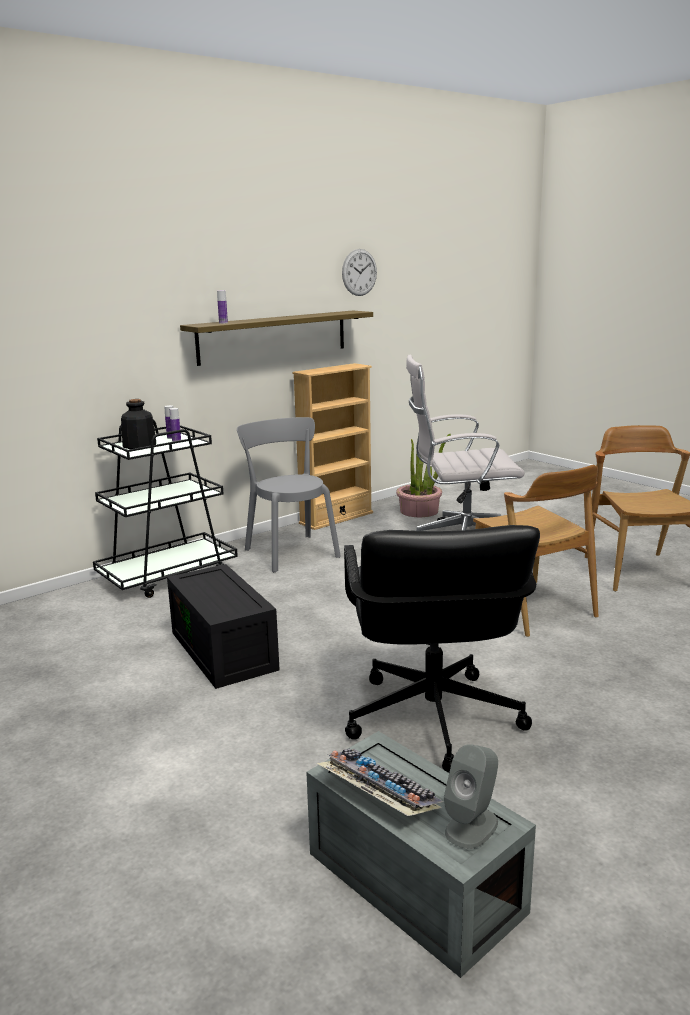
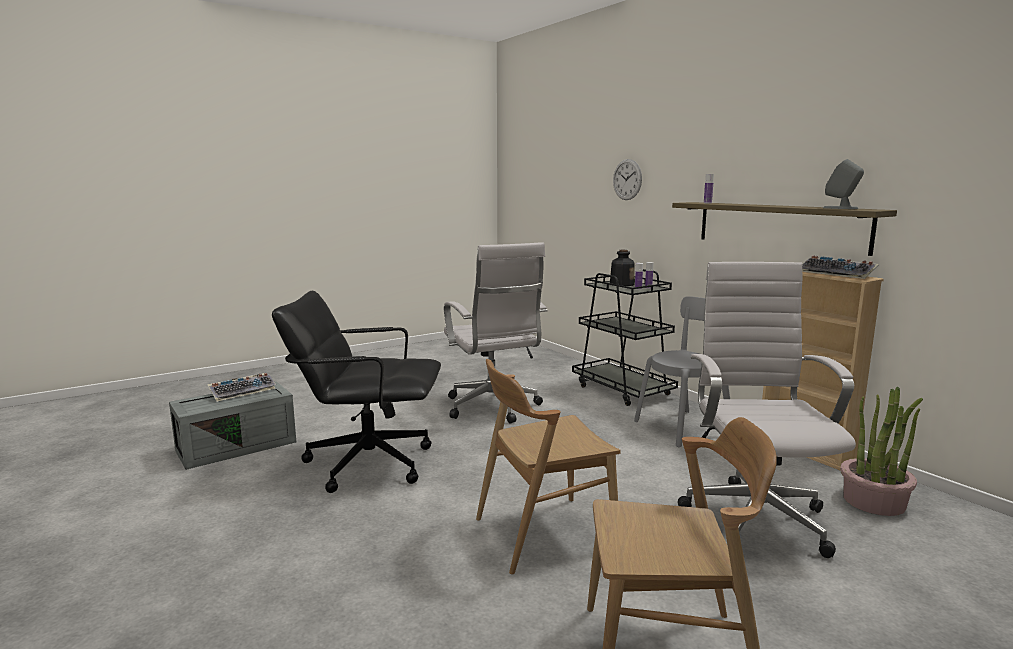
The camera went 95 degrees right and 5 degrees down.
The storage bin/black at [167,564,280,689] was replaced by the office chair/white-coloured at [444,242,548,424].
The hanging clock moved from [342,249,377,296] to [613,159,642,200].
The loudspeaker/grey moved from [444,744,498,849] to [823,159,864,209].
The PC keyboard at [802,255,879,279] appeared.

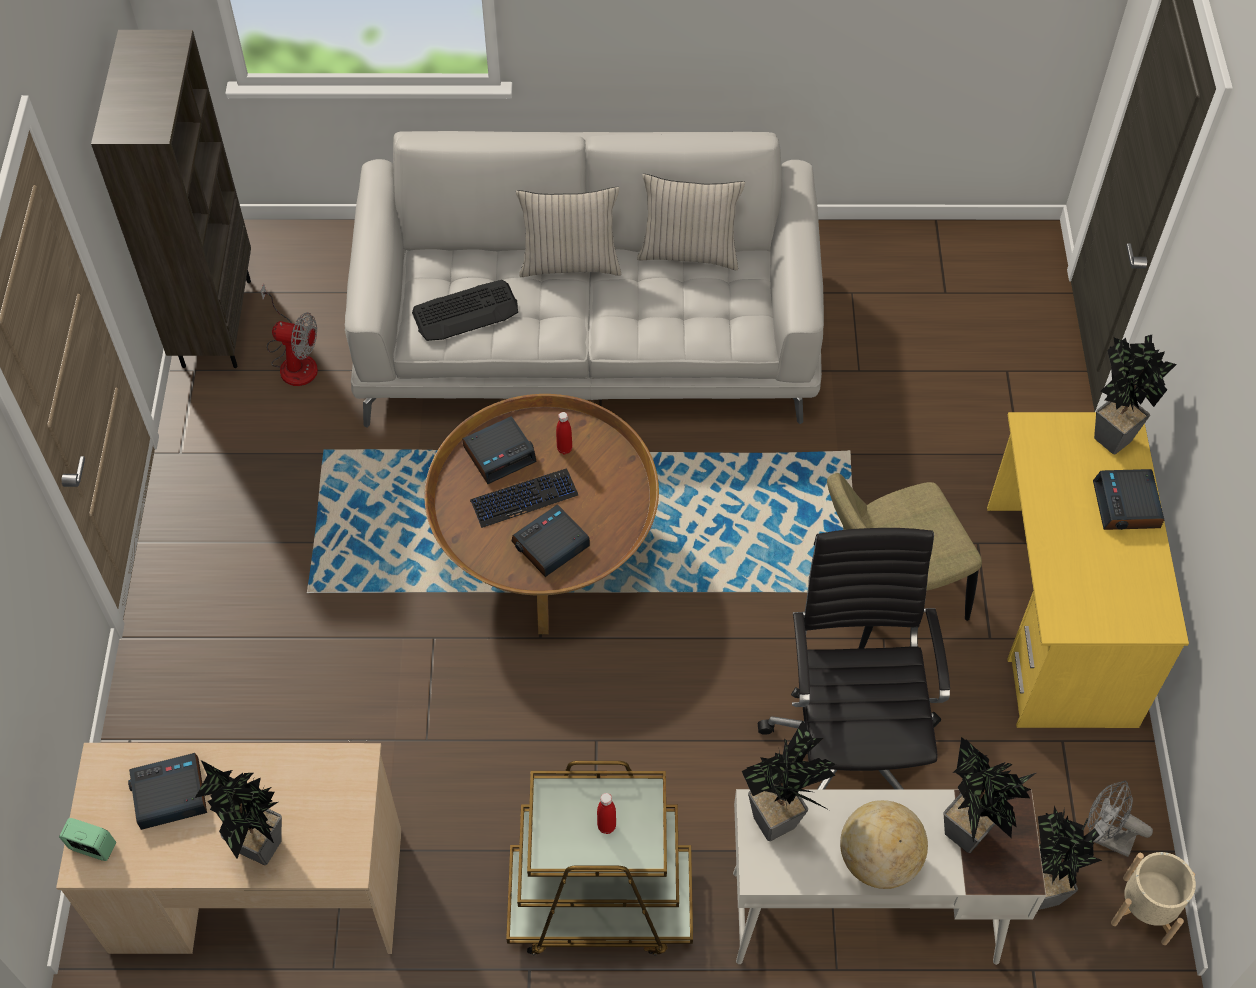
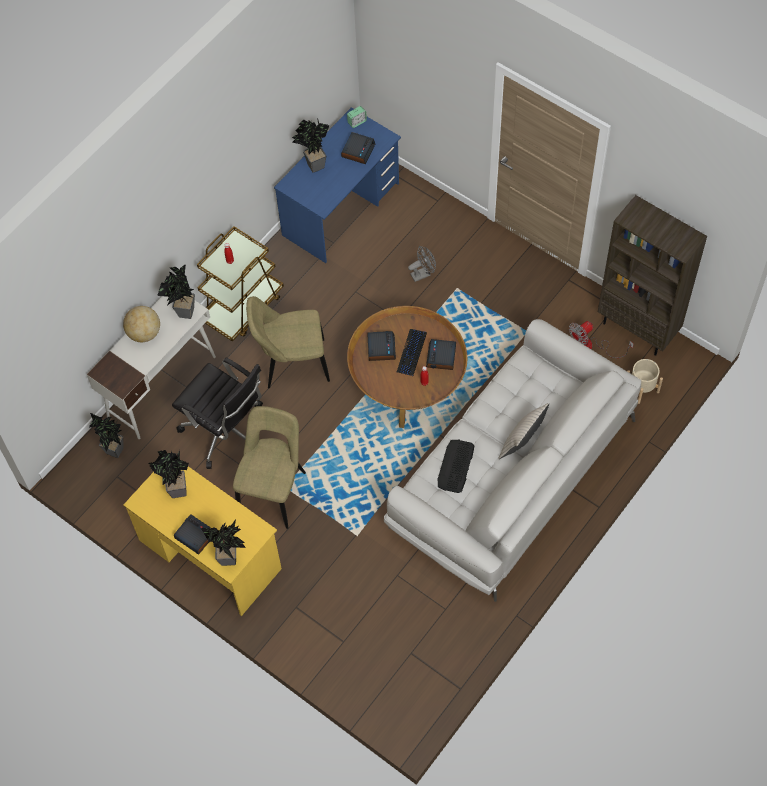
The camera went 130 degrees right and 5 degrees up.
The desk unit/beige-coloured at [56,743,402,954] became the desk unit/blue-coloured at [274,107,401,263].
The PC keyboard moved from [412,280,518,341] to [438,440,475,493].
The cushion/beige-coloured at [637,174,745,270] disappeared.
The potted plant moved from [943,737,1036,853] to [148,450,189,498].
The fan/grey moved from [1088,781,1153,857] to [408,246,436,282].
The plant pot/beige-coloured moved from [1111,852,1196,945] to [627,359,663,404].
The plain chair/beige-coloured at [246,296,330,389] appeared.

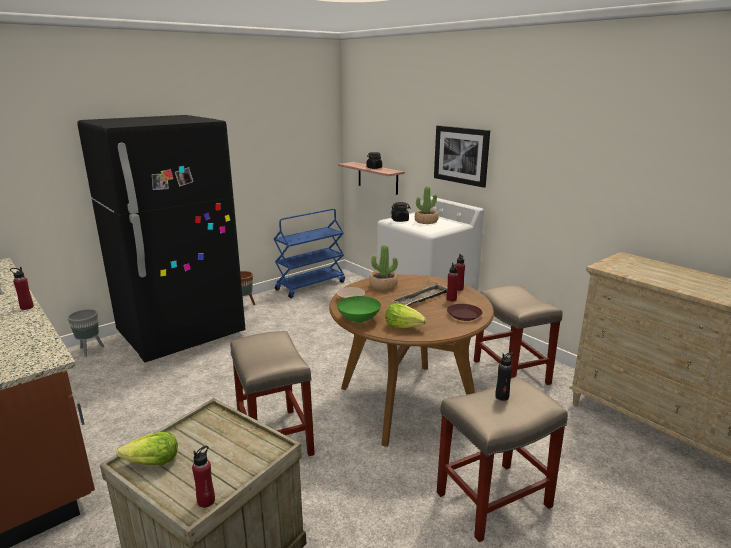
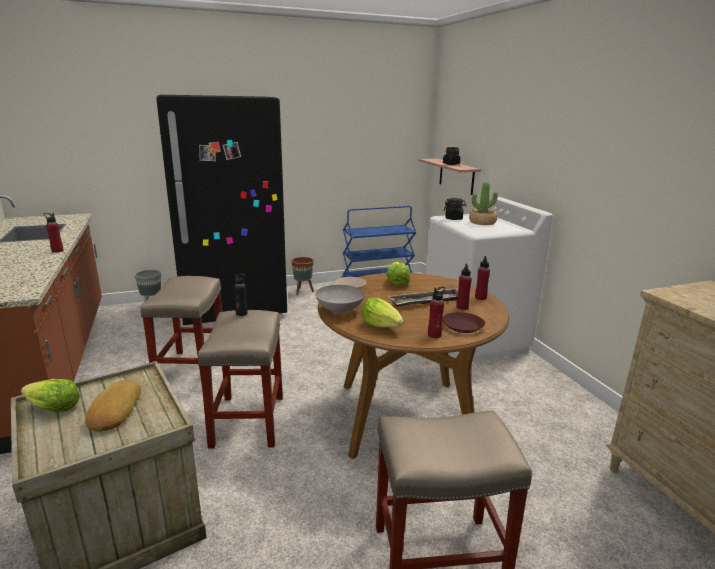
The camera went 20 degrees right and 0 degrees up.
The bottle/reddish moved from [192,446,215,508] to [428,287,445,338].
The deep dish/green-coloured at [337,296,381,323] became the deep dish/grey at [315,285,365,314].
The potted plant at [369,245,398,290] was replaced by the lettuce at [386,262,410,286].
The wall art at [434,125,490,188] disappeared.
The stool seat/beige-coloured moved from [474,285,563,385] to [140,276,222,384].
The bottle/black moved from [495,353,514,401] to [234,273,247,316].
The baked bread at [85,380,141,432] appeared.

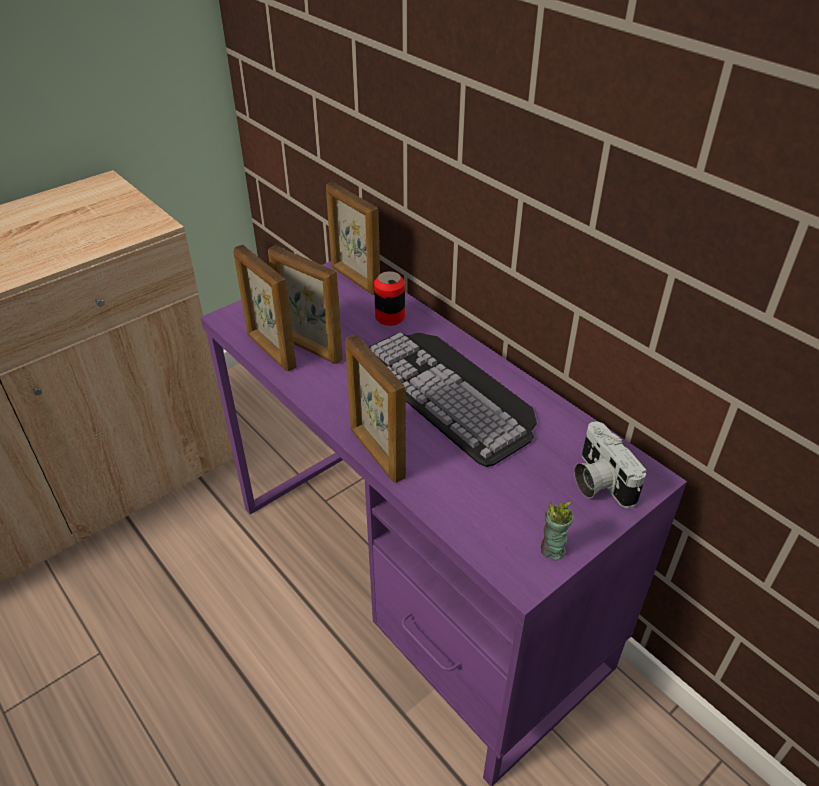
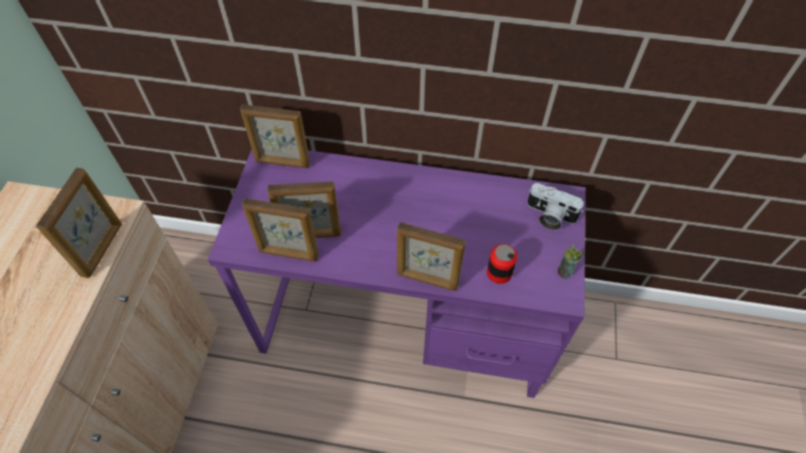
The camera went 40 degrees left and 15 degrees up.
The PC keyboard at [369,332,537,467] disappeared.
The metal can moved from [374,271,405,326] to [487,244,517,284].
The standing frame at [36,168,122,278] appeared.

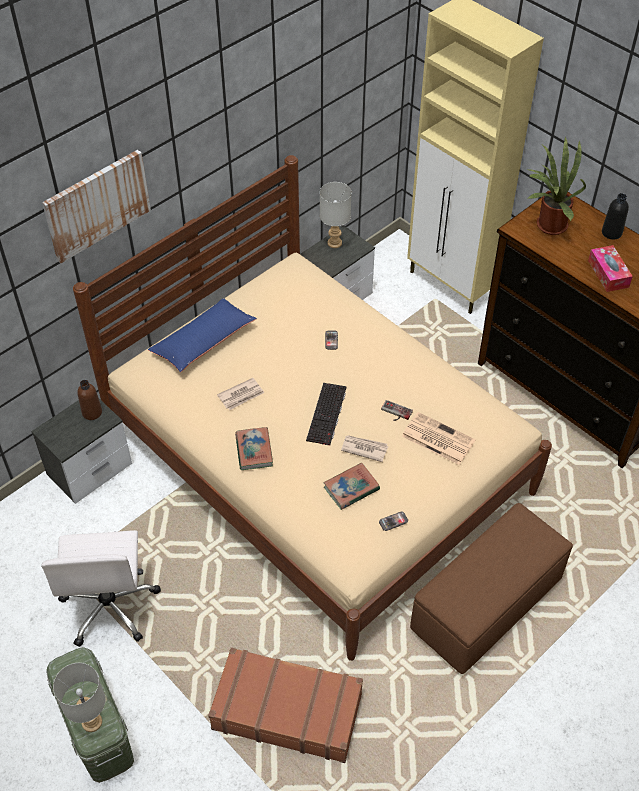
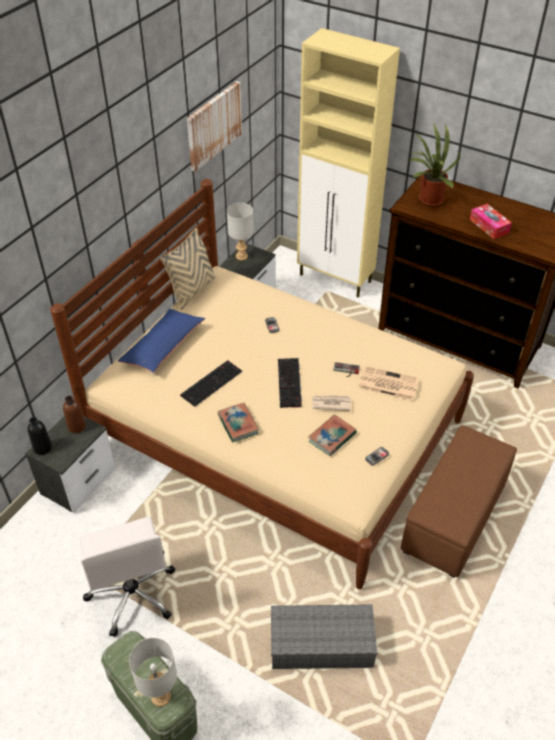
The camera went 15 degrees left and 5 degrees down.
The wall art moved from [42,150,151,263] to [187,81,242,172].
The travel case/brownish at [208,647,363,763] was replaced by the storage bin/grey at [271,604,378,669].
The printed paper at [217,378,265,410] was replaced by the PC keyboard at [180,360,242,407].
The bottle/black moved from [602,193,629,240] to [27,417,52,455].
The cushion/beige-coloured at [160,228,216,310] appeared.

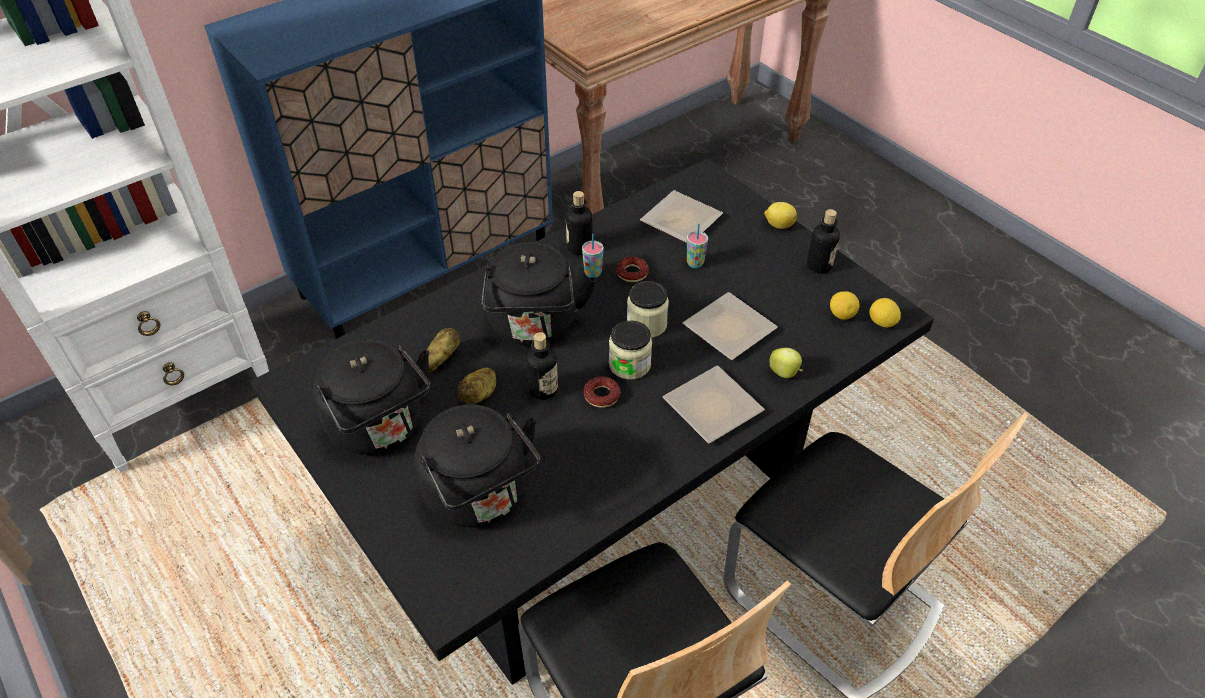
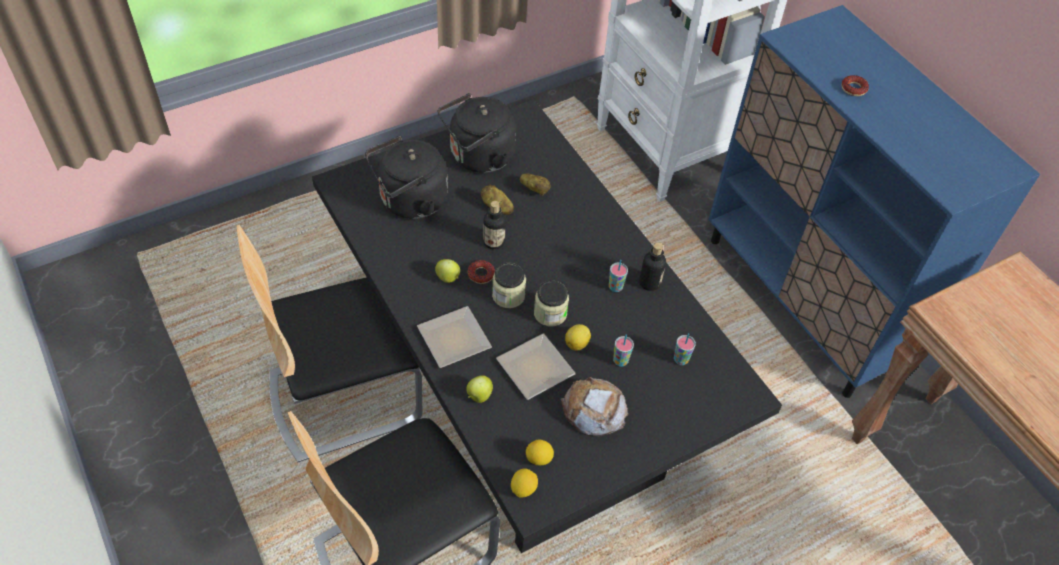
The camera went 95 degrees right and 5 degrees up.
The kettle/black at [482,242,596,346] disappeared.
The doughnut moved from [616,256,649,282] to [842,75,869,96].
The dinner plate at [640,190,723,243] was replaced by the small cup at [674,333,696,365].
The citrus fruit moved from [764,202,797,229] to [565,324,591,351].
The bottle at [807,209,840,274] disappeared.
The whole apple at [435,259,460,283] appeared.
The baked bread at [561,377,628,437] appeared.

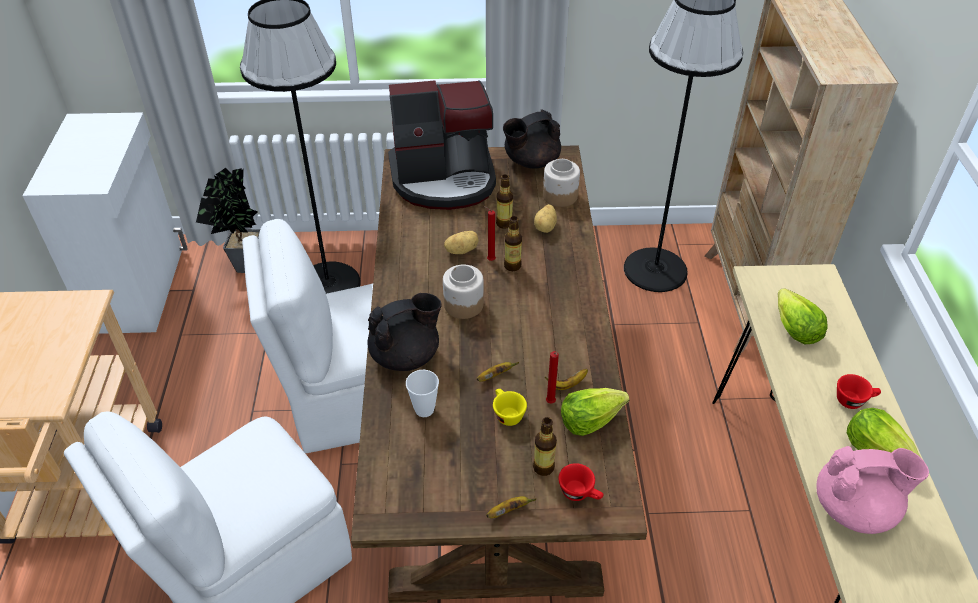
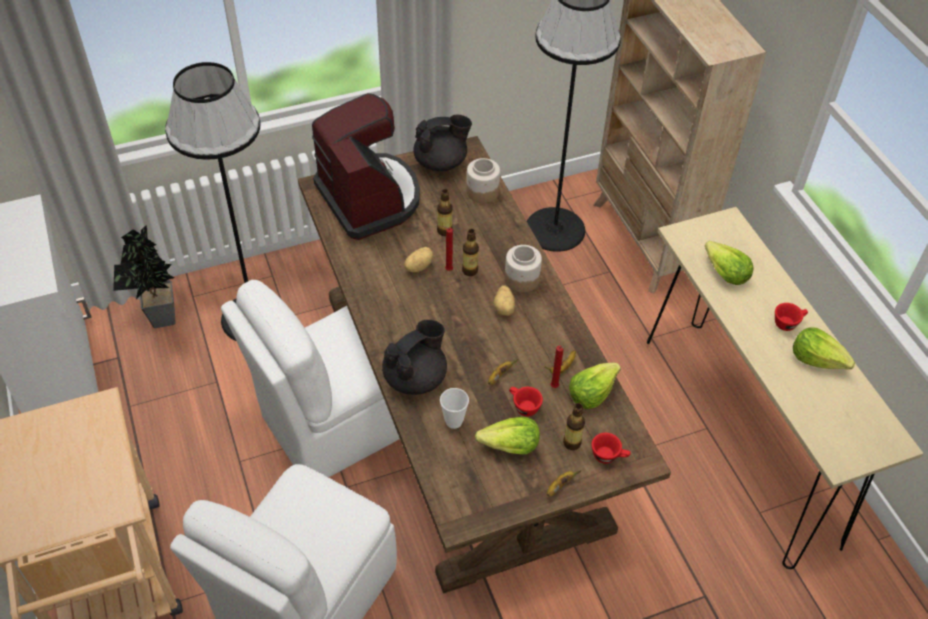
The camera went 20 degrees left and 5 degrees up.
The coffee brewer at [388,80,496,210] turned 90 degrees counterclockwise.
The preserve jar moved from [443,264,484,319] to [505,245,542,293].
The small cup/yellowish at [493,389,527,426] became the small cup/reddish at [509,387,543,416].
The tea pot/black at [503,109,561,169] turned 150 degrees counterclockwise.
The whole potato moved from [534,204,557,233] to [494,285,515,316].
The tea pot/pink-coloured at [817,446,929,534] disappeared.
The lettuce at [475,417,540,454] appeared.

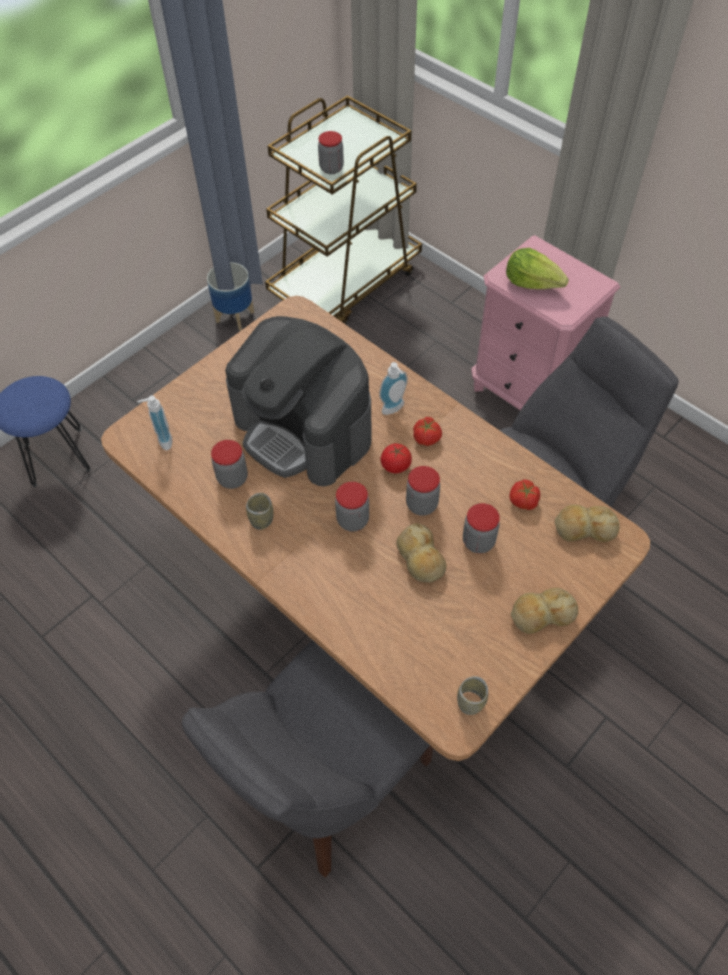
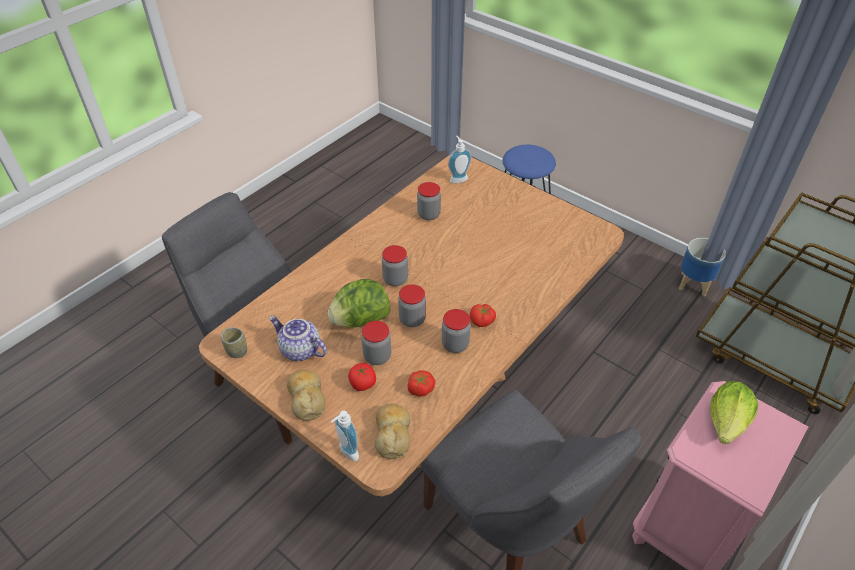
The camera went 85 degrees right and 10 degrees down.
The coffee brewer at [225,316,372,486] disappeared.
The small cup at [246,493,274,530] disappeared.
The preserve jar moved from [318,131,344,174] to [442,309,471,353].
The liquid soap bottle moved from [379,362,408,415] to [331,411,359,461].
The whole tomato moved from [380,443,412,473] to [348,363,376,391].
The baked bread at [397,523,446,582] was replaced by the lettuce at [328,279,391,328].
The tea pot at [269,316,327,361] appeared.

